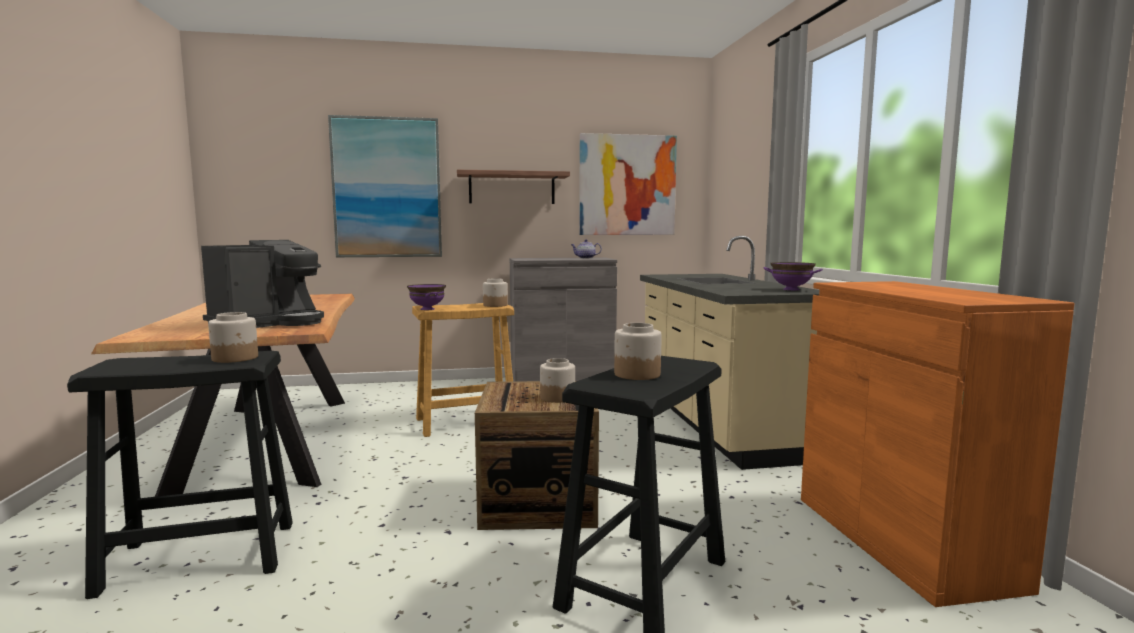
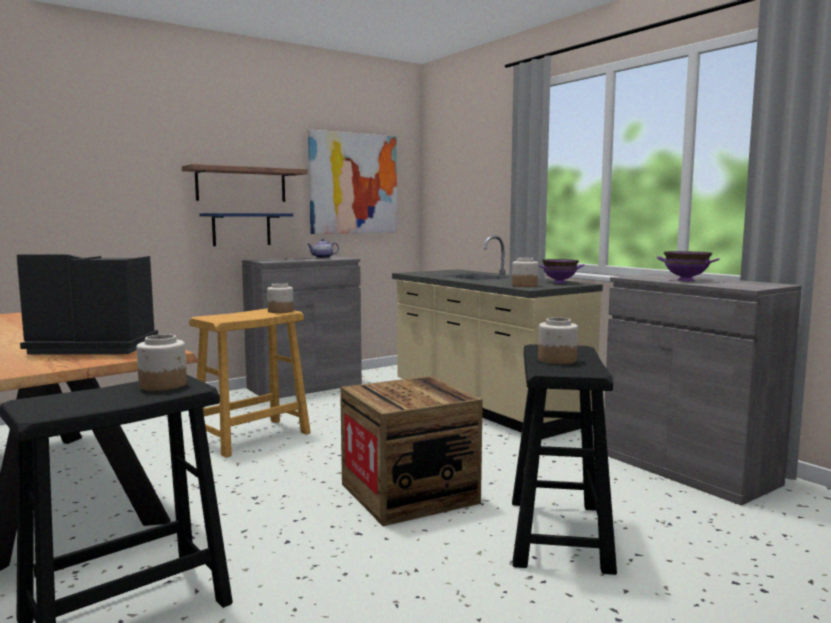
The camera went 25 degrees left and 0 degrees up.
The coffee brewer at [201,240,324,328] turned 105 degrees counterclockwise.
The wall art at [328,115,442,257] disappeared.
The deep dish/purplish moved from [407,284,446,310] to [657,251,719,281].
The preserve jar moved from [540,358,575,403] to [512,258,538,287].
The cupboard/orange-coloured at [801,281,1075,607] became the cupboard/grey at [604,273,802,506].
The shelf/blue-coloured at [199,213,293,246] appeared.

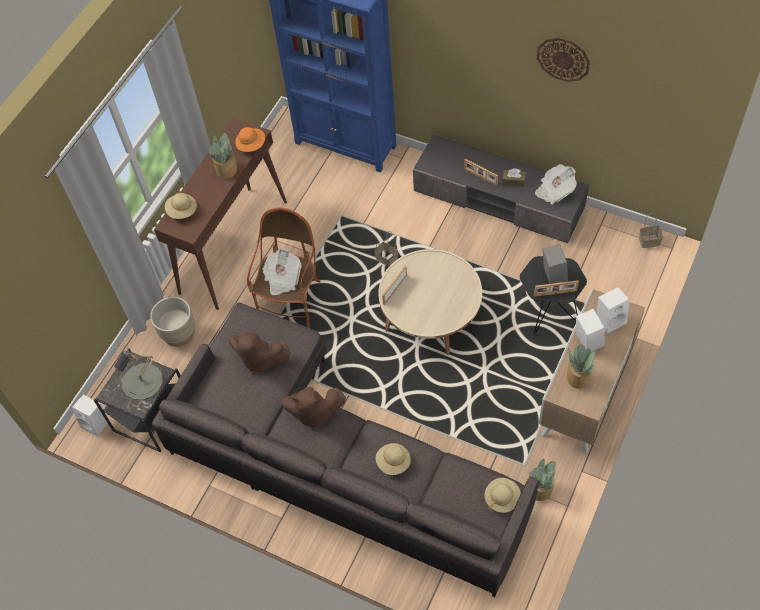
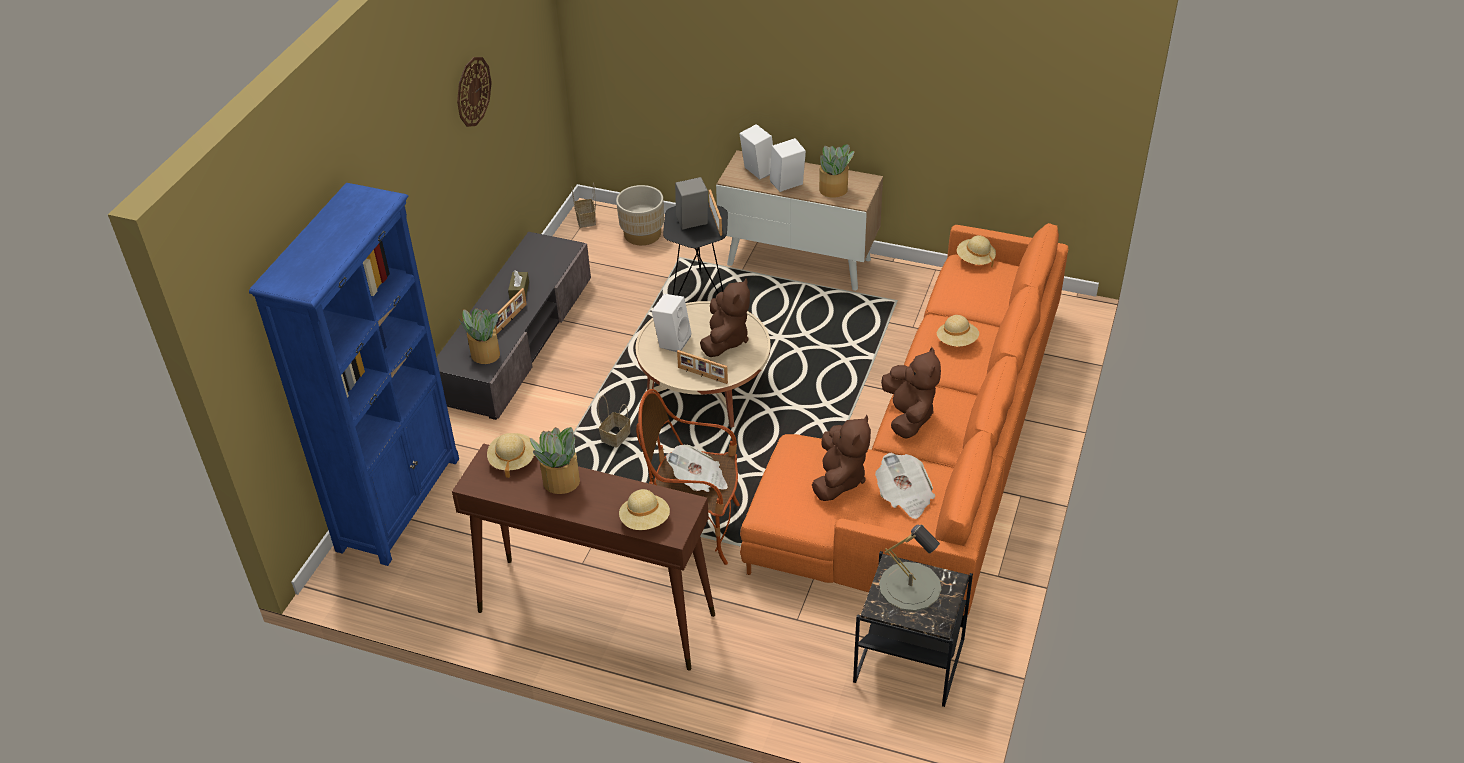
The camera went 100 degrees left and 15 degrees down.
The loudspeaker/white-coloured moved from [72,394,108,437] to [652,294,692,352].
The plant pot/beige-coloured moved from [150,297,195,347] to [616,185,664,245].
The couch/grey at [152,302,538,597] became the couch/orange-coloured at [740,223,1068,627].
The hat/orange-coloured at [235,127,265,152] became the hat/beige-coloured at [487,433,535,478].
The potted plant moved from [529,458,556,501] to [458,308,500,364].
The printed paper moved from [535,164,577,205] to [875,453,935,519].
The cuddly toy/brownish at [700,278,750,357] appeared.

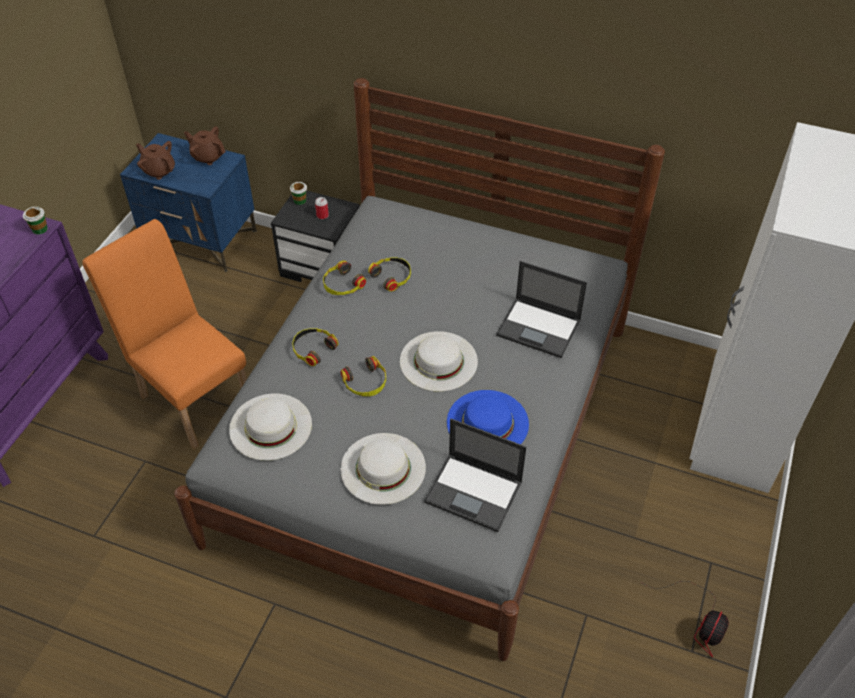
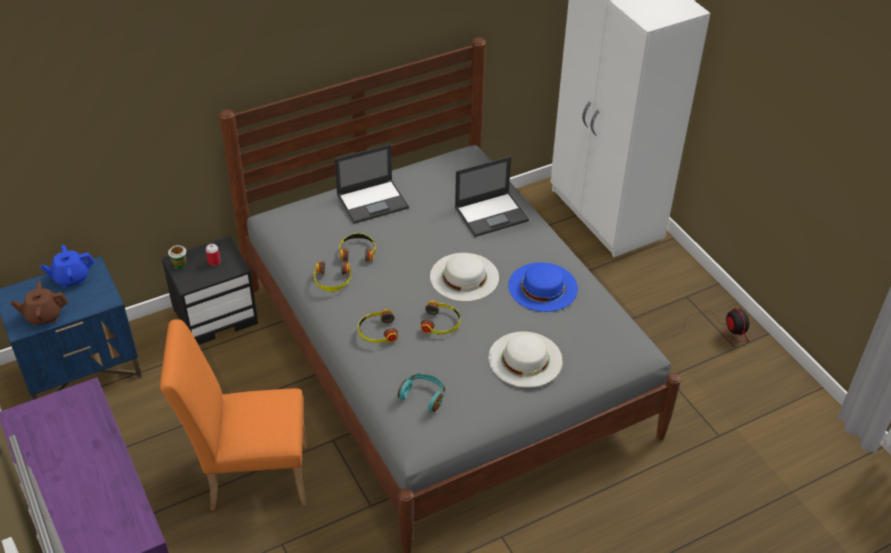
The camera went 50 degrees left and 5 degrees down.
The small cup at [23,206,48,235] disappeared.
The tea pot/brownish at [184,127,226,165] became the tea pot/blue-coloured at [40,245,94,287].
The hat/white-coloured at [229,394,312,461] was replaced by the pair of headphones/turquoise-coloured at [398,373,445,412].
The portable computer moved from [424,418,527,532] to [335,144,409,224].

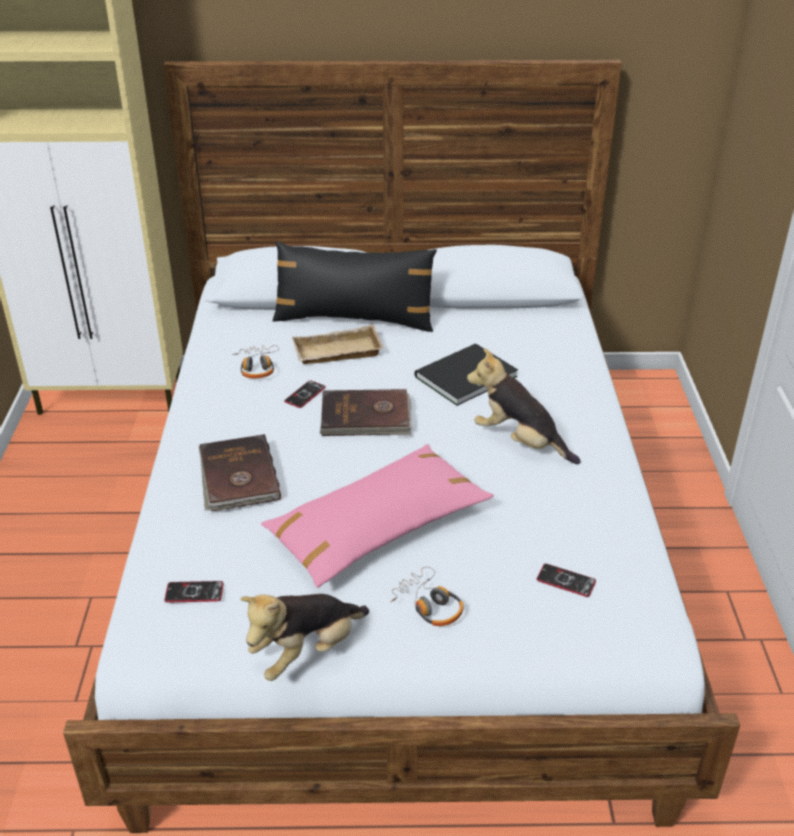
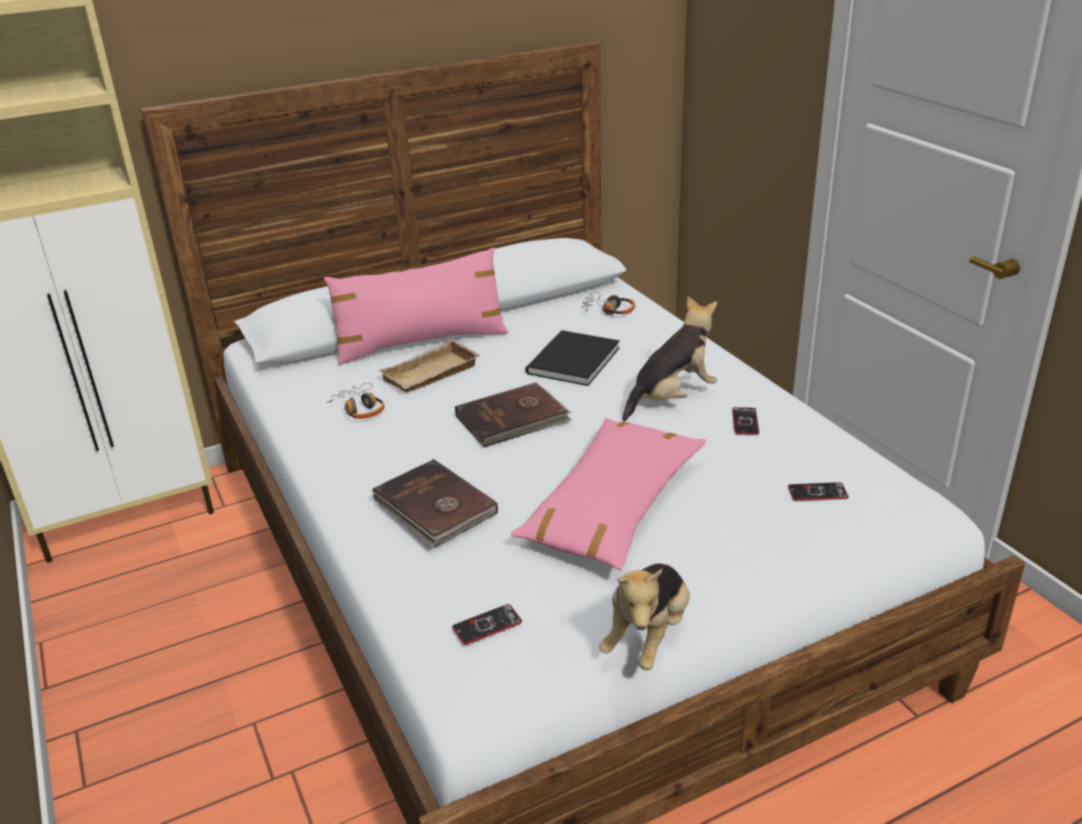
The camera went 25 degrees left and 5 degrees down.
The cushion/black at [272,242,437,332] became the cushion/pink-coloured at [324,248,509,365].
The telephone moved from [284,380,326,408] to [732,407,759,435].
The pair of headphones moved from [390,567,463,626] to [581,292,635,315].
The cuddly toy at [467,348,581,464] turned 135 degrees clockwise.

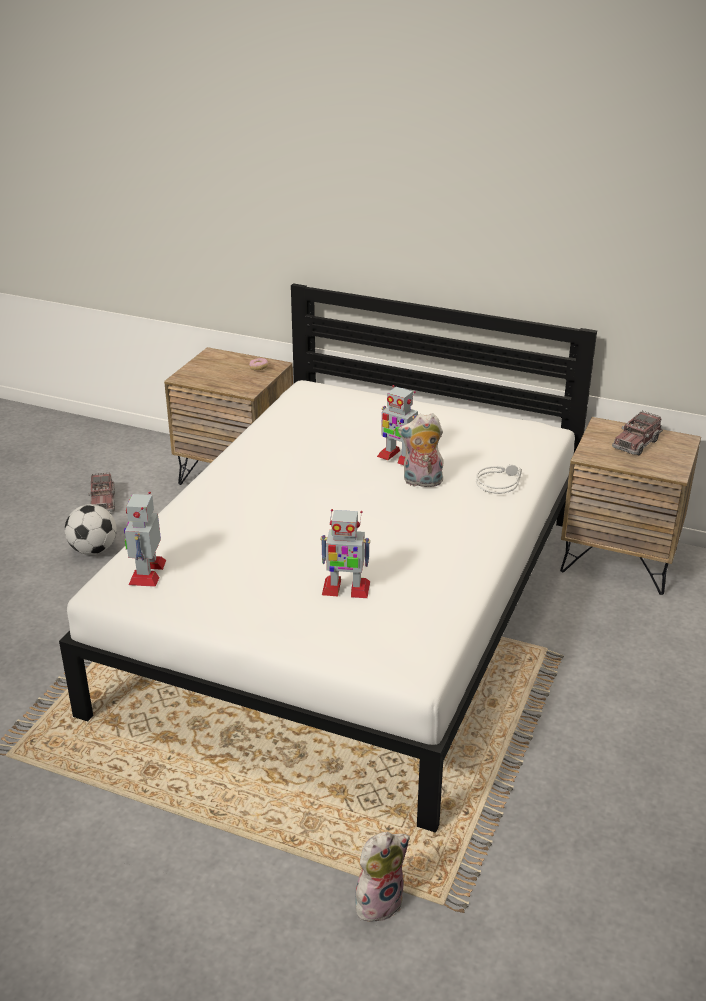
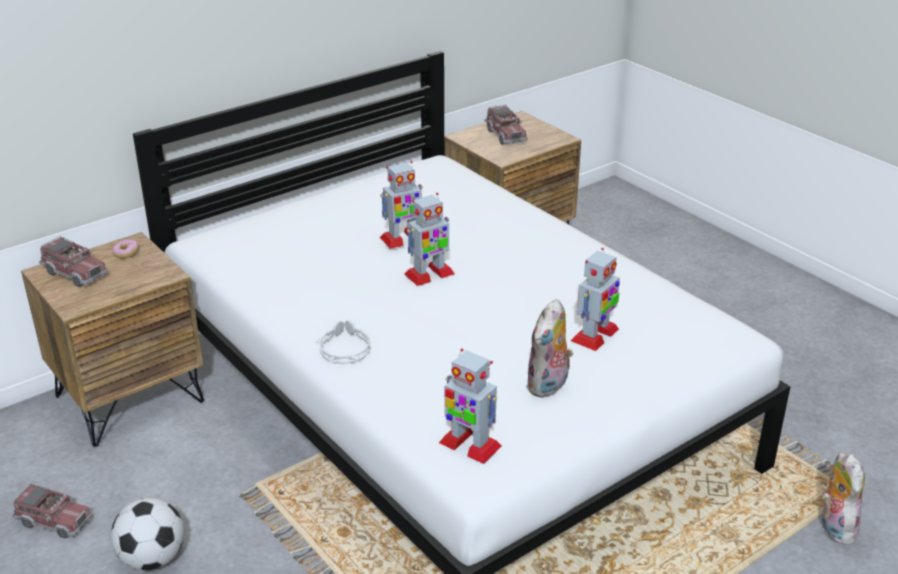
The camera went 60 degrees left and 0 degrees up.
The cuddly toy moved from [398,413,444,487] to [526,299,573,398].
The pair of headphones/grey moved from [476,464,522,494] to [316,320,371,363].
The model truck at [39,237,108,287] appeared.
The model robot at [405,193,455,286] appeared.

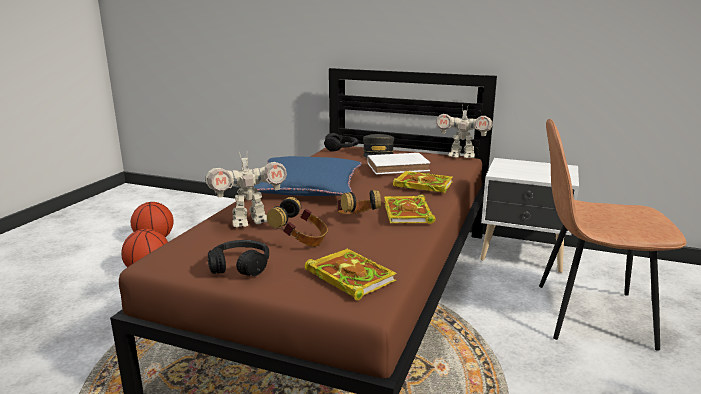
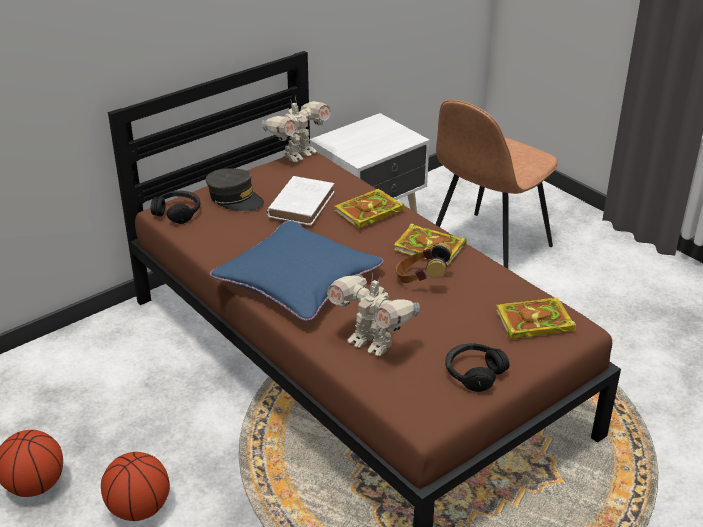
The camera went 60 degrees left and 15 degrees up.
The model robot at [205,152,287,227] turned 120 degrees clockwise.
The pair of headphones at [267,197,328,247] disappeared.

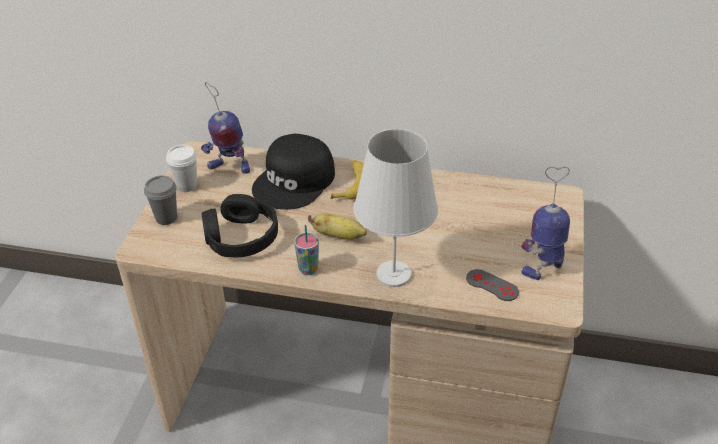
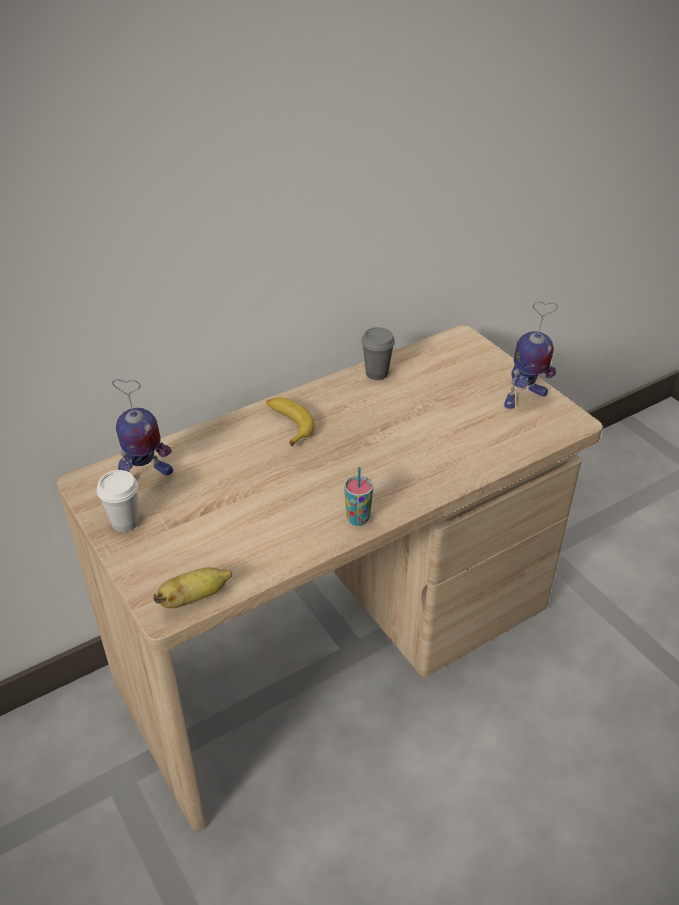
The camera went 45 degrees left and 0 degrees up.
The small cup/grey moved from [144,176,177,225] to [361,327,395,380].
The pair of headphones/black at [202,194,278,257] disappeared.
The baseball cap/black at [252,134,335,210] disappeared.
The banana moved from [308,213,367,240] to [154,567,232,608].
The table lamp/white-coloured at [353,129,438,287] disappeared.
The game controller/grey at [466,269,519,301] disappeared.
The model robot at [521,167,570,280] turned 135 degrees counterclockwise.

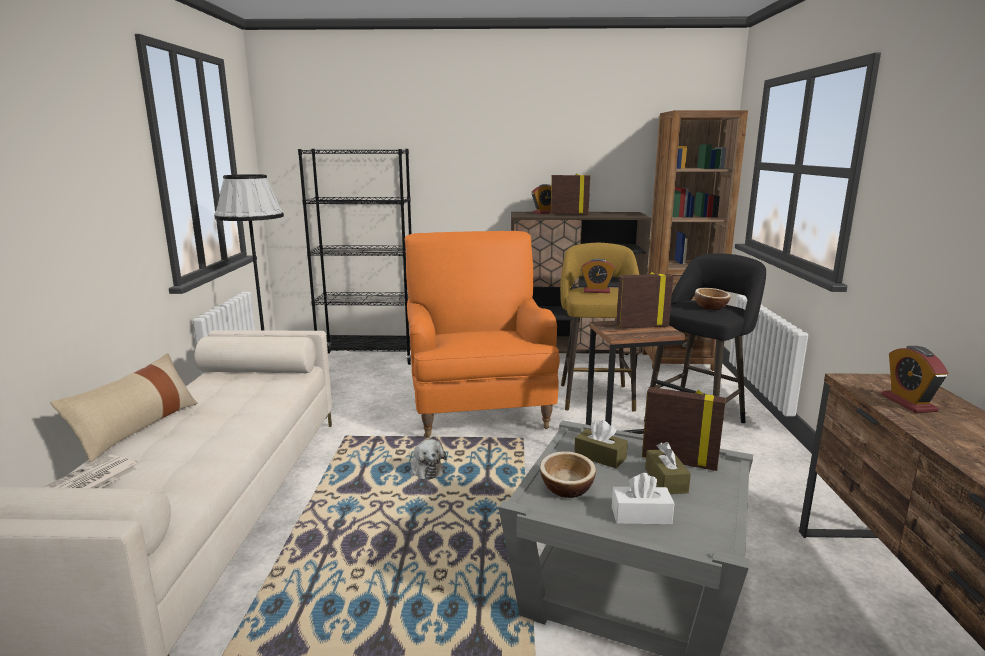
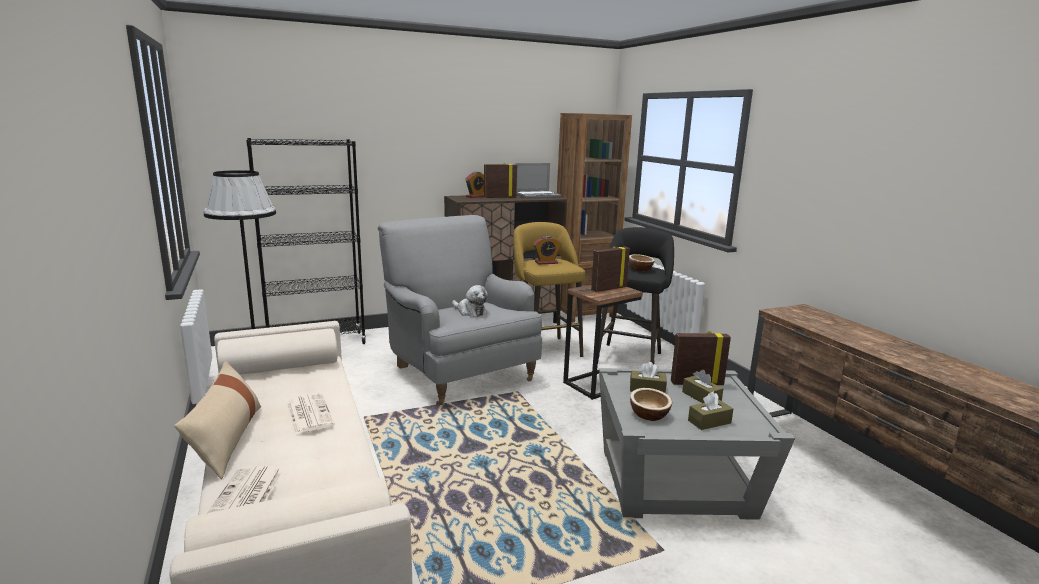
The camera went 25 degrees left and 0 degrees up.
The easy chair/orange-coloured at [404,231,560,438] became the easy chair/grey at [378,215,542,406].
The cuddly toy moved from [410,439,447,480] to [452,285,488,317].
The tissue holder/white-coloured at [612,473,674,524] became the tissue holder/brownish at [688,391,733,430].
The table clock at [882,346,948,413] disappeared.
The printed paper at [287,393,335,434] appeared.
The portable computer at [515,163,561,198] appeared.

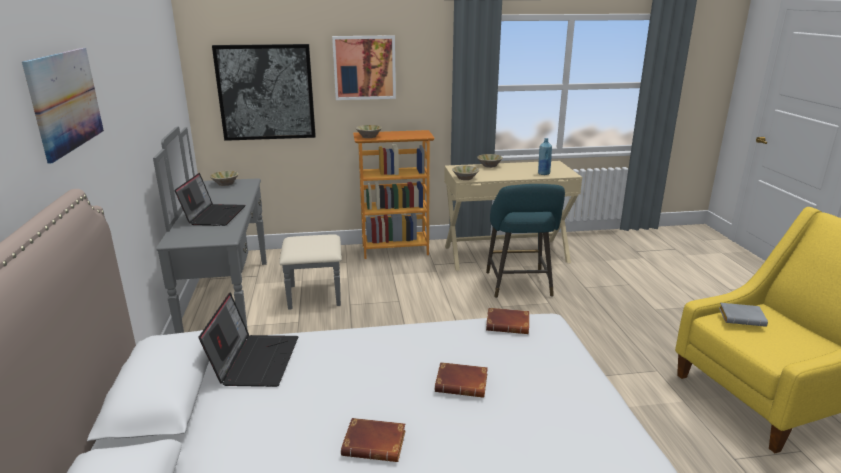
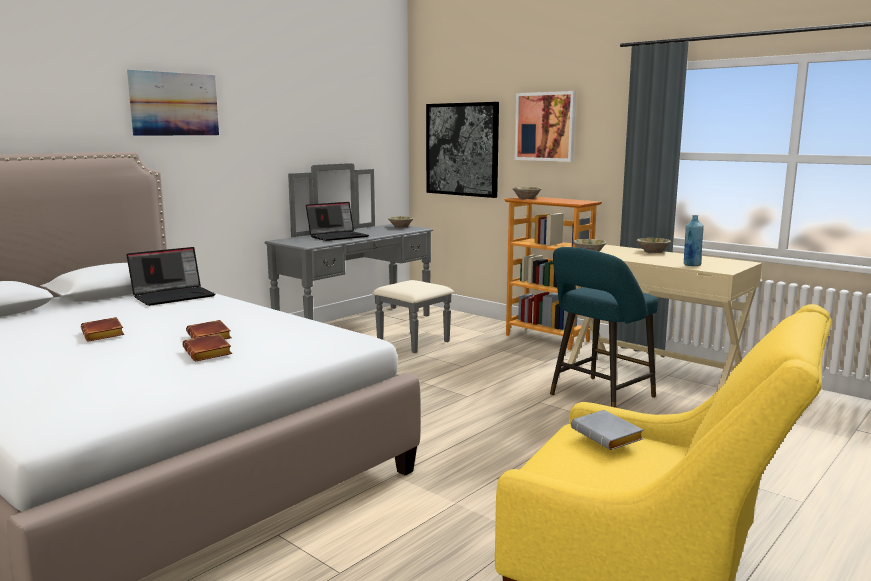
The camera went 50 degrees right and 10 degrees down.
The bound book/brownish moved from [486,308,529,334] to [182,334,232,361].

